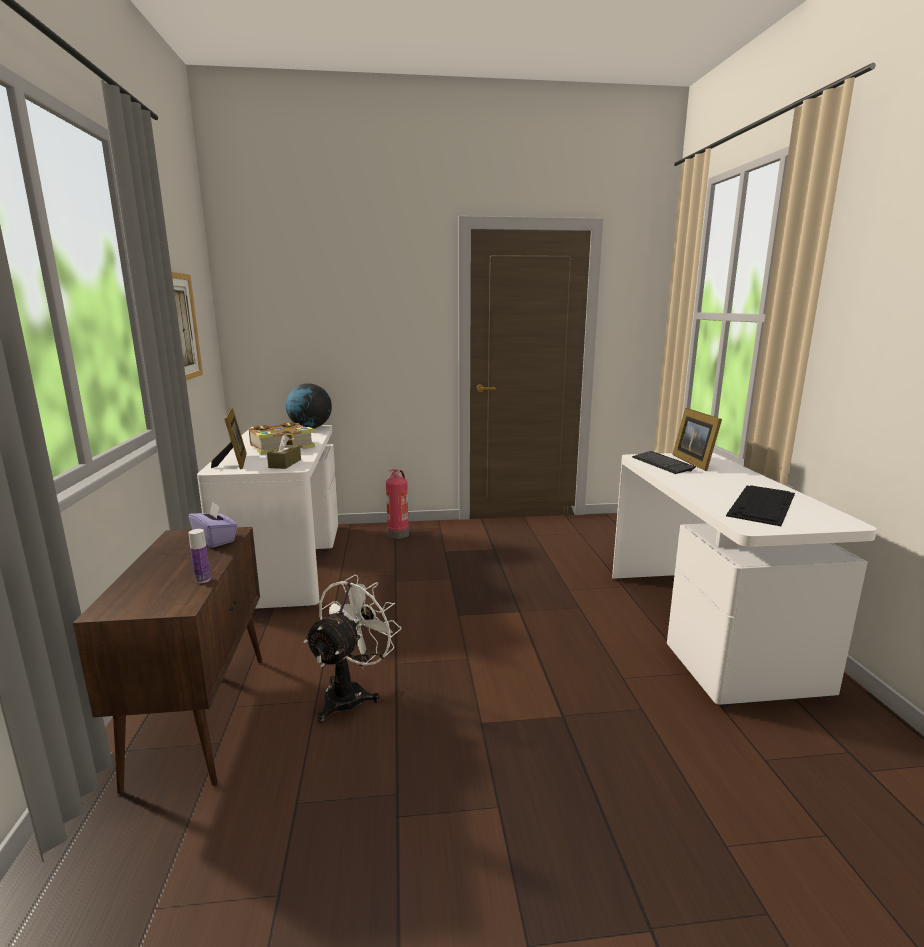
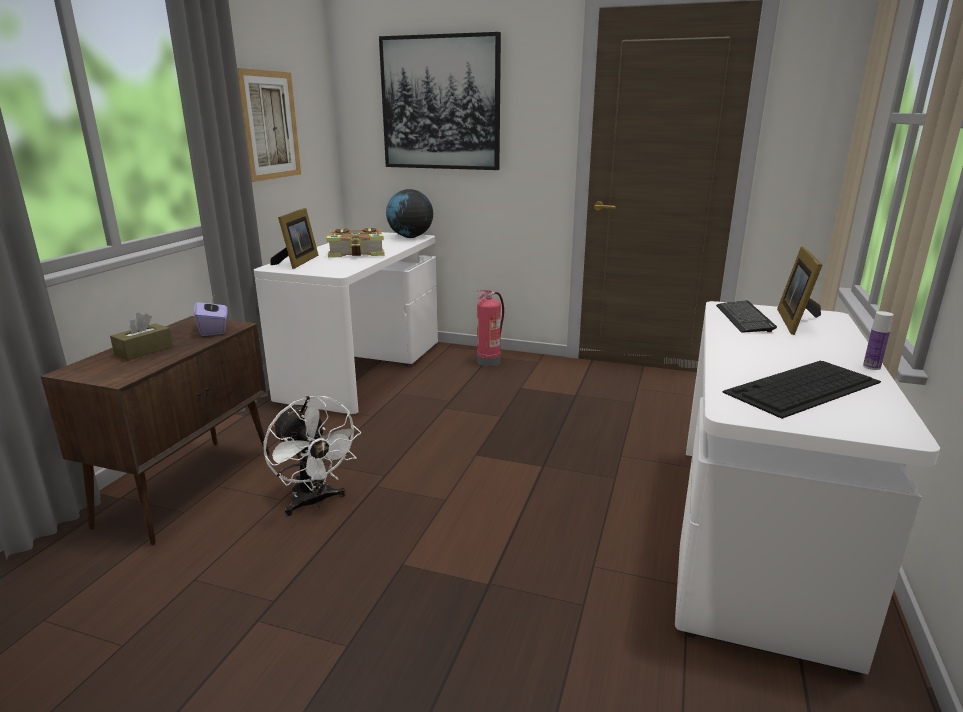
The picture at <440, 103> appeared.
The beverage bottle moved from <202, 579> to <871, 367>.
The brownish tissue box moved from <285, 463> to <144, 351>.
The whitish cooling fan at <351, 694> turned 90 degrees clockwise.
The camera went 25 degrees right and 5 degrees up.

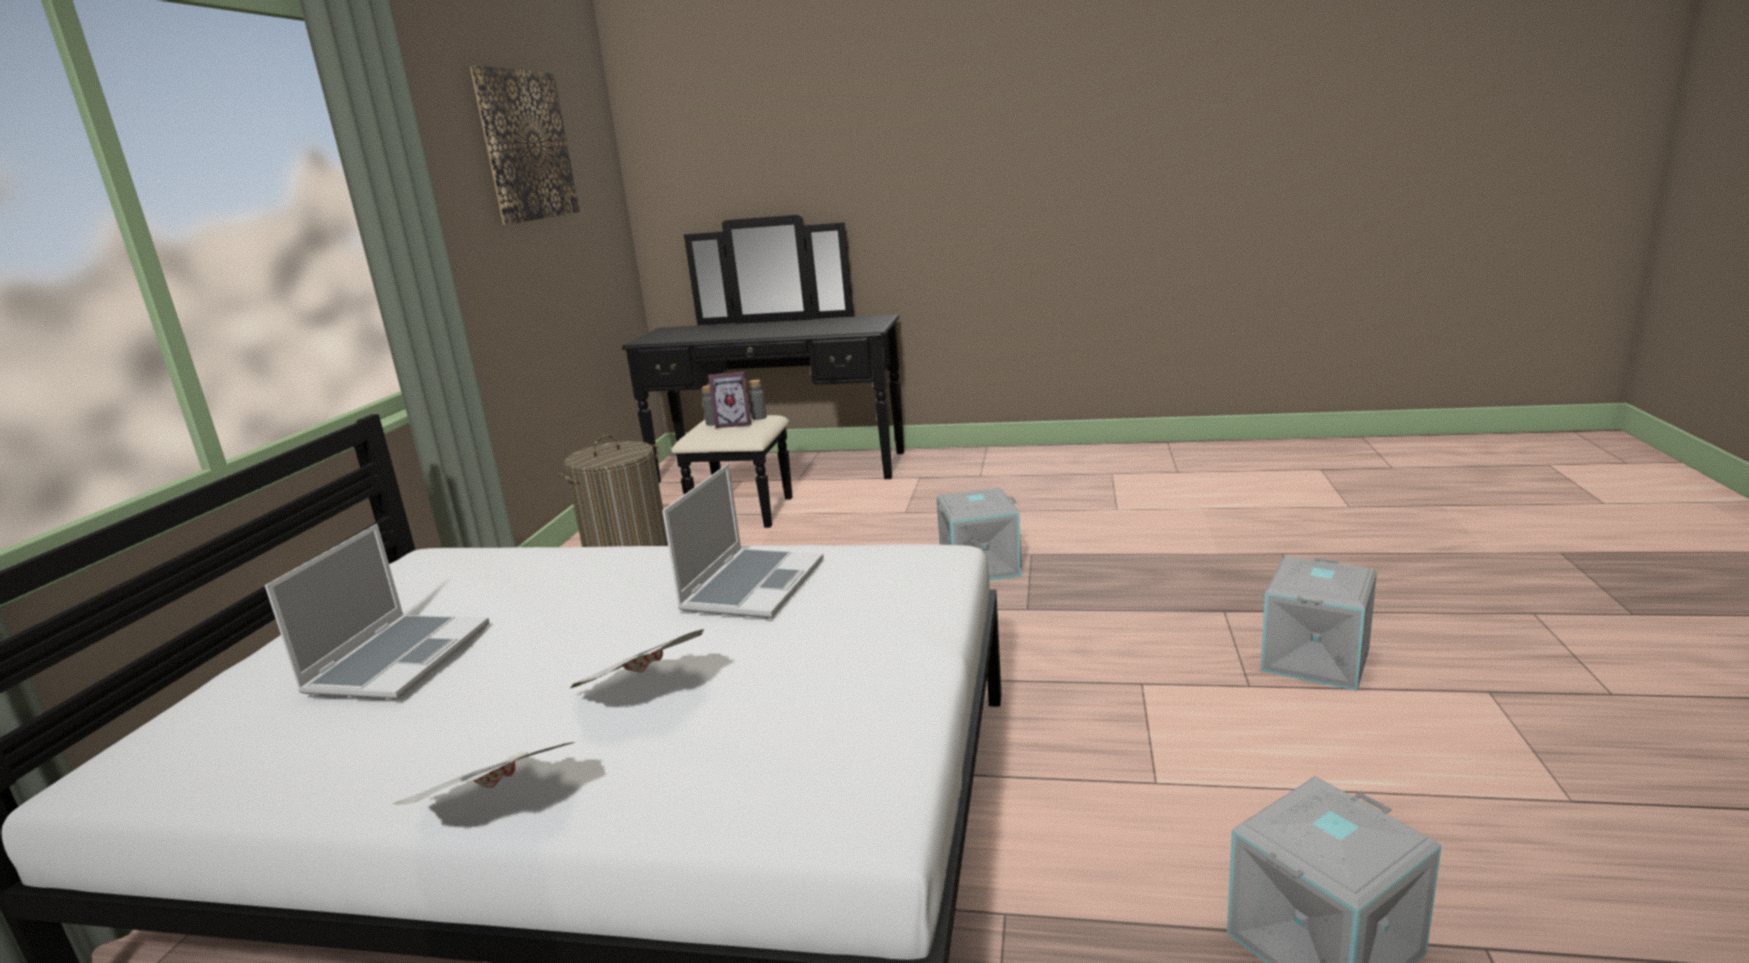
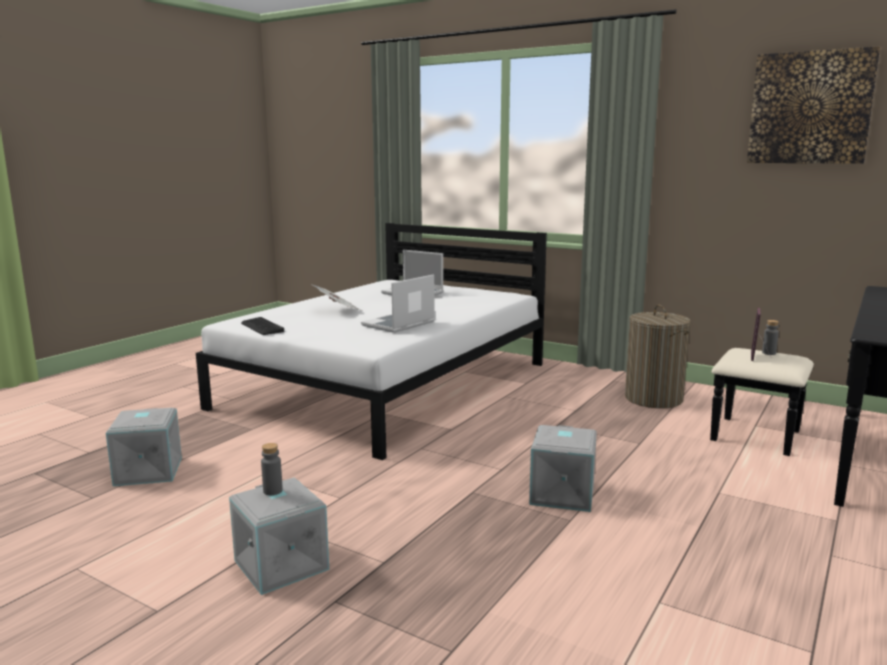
The daily paper at <499, 809> disappeared.
The PC keyboard at <262, 327> appeared.
The greyish beverage bottle moved from <759, 417> to <273, 491>.
The notebook computer at <752, 585> turned 90 degrees clockwise.
The camera went 110 degrees right and 5 degrees down.

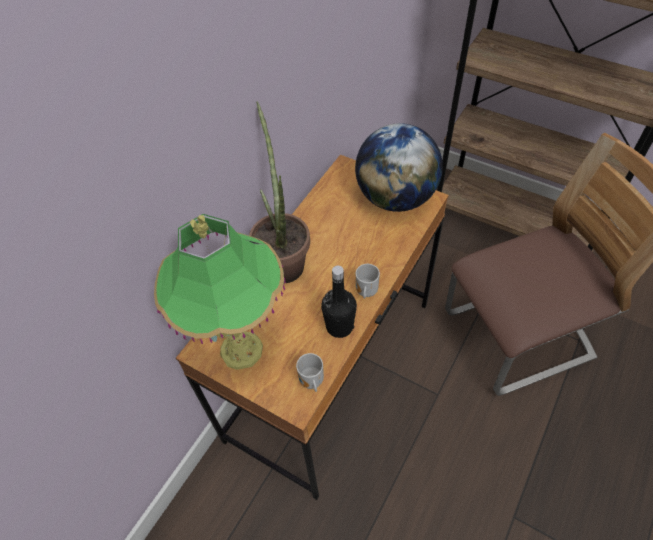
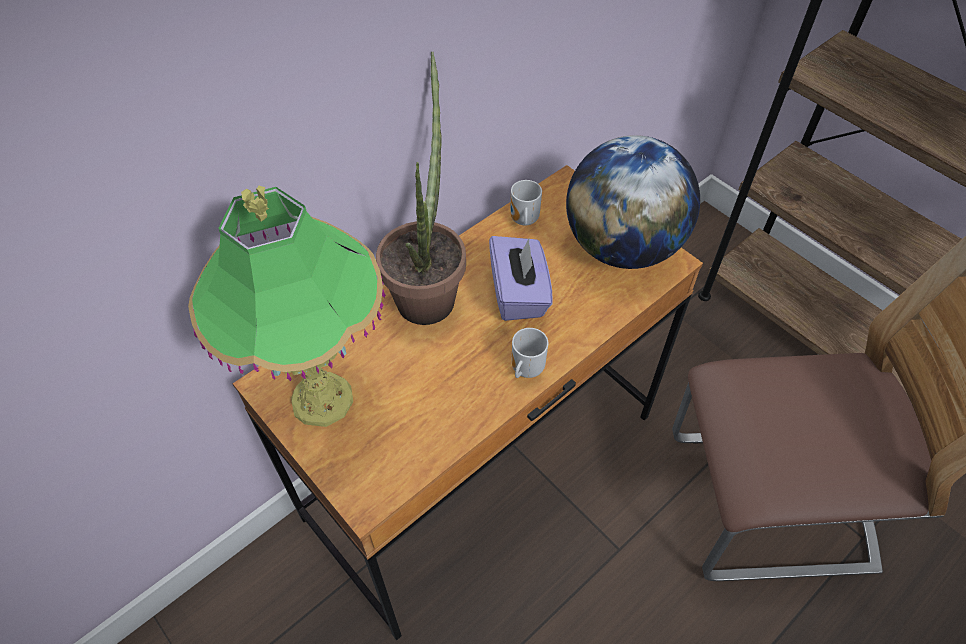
The black beverage bottle at <339, 326> disappeared.
The purple tissue box at <519, 294> appeared.
The tea mug moved from <311, 382> to <523, 221>.
The camera went 15 degrees right and 0 degrees up.

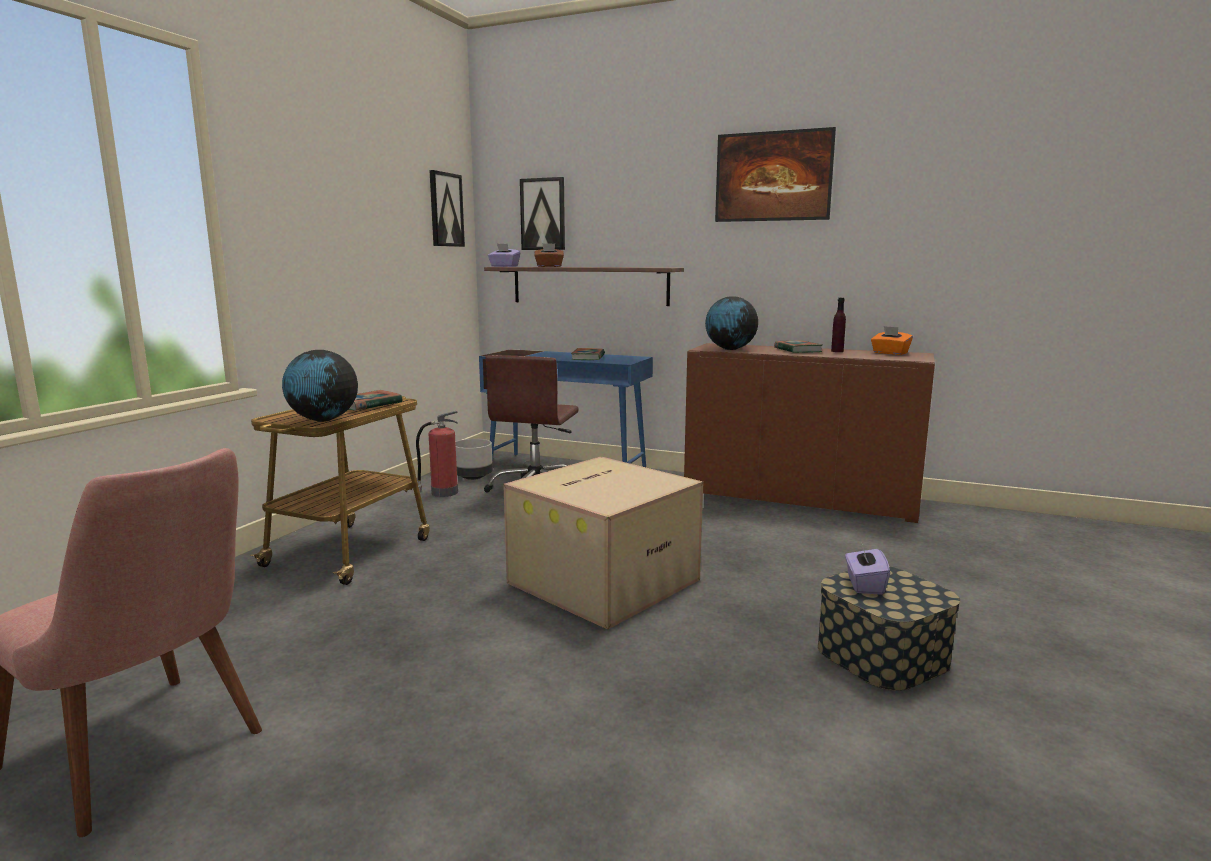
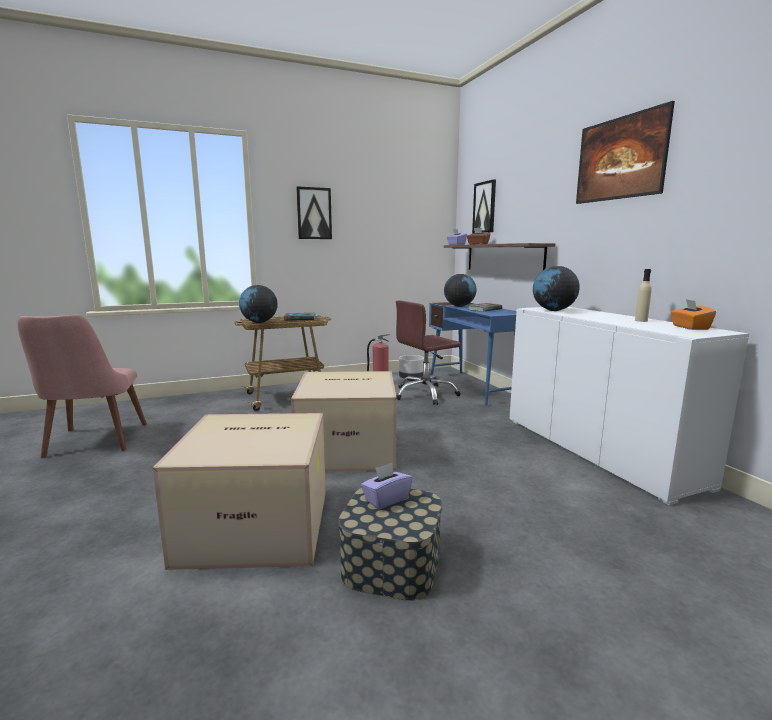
The book at <797, 350> disappeared.
The packing box at <259, 524> appeared.
The world globe at <459, 306> appeared.
The picture moved from <445, 210> to <314, 213>.
The brownish storage cabinet at <799, 497> became the whitish storage cabinet at <597, 450>.
The purple beverage bottle at <837, 351> became the beige-coloured beverage bottle at <641, 321>.
The camera went 45 degrees right and 0 degrees up.

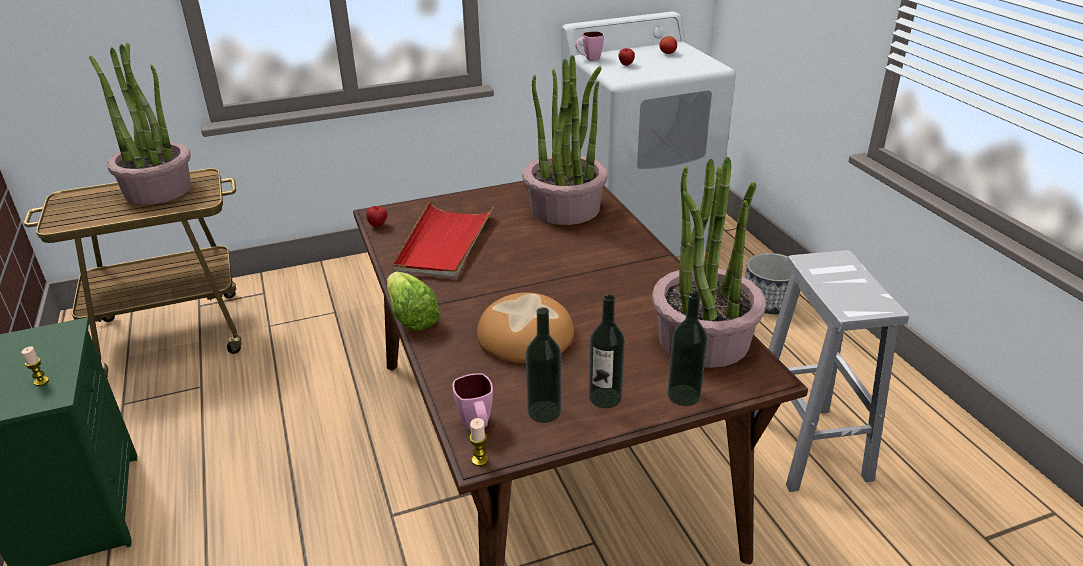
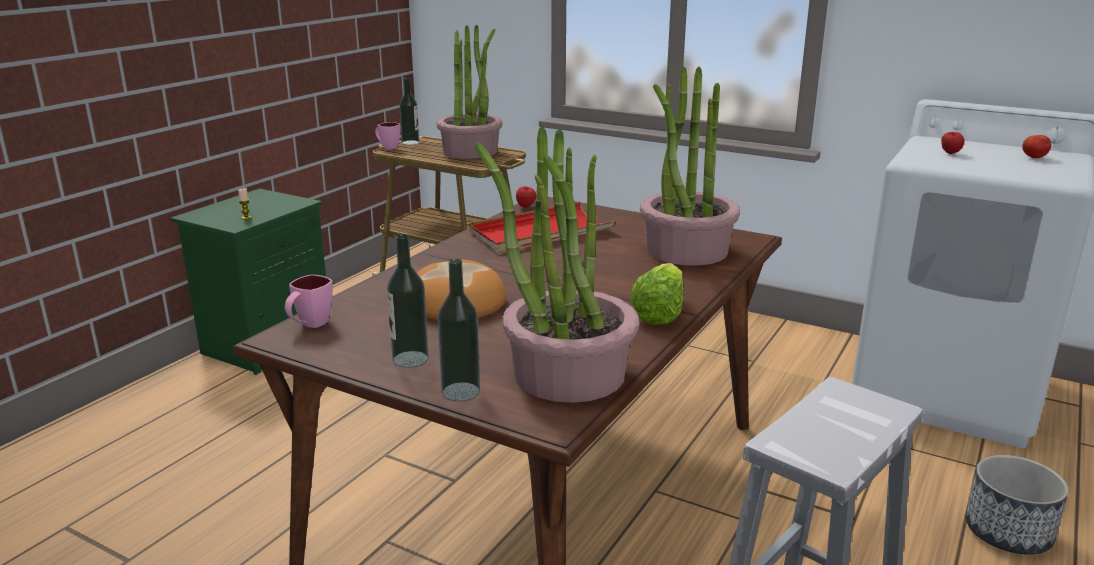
The candle at <479, 460> disappeared.
The lettuce moved from <411, 317> to <659, 313>.
The beverage bottle moved from <544, 411> to <410, 142>.
The pink-coloured tea mug moved from <589, 59> to <387, 147>.
The camera went 50 degrees right and 10 degrees down.

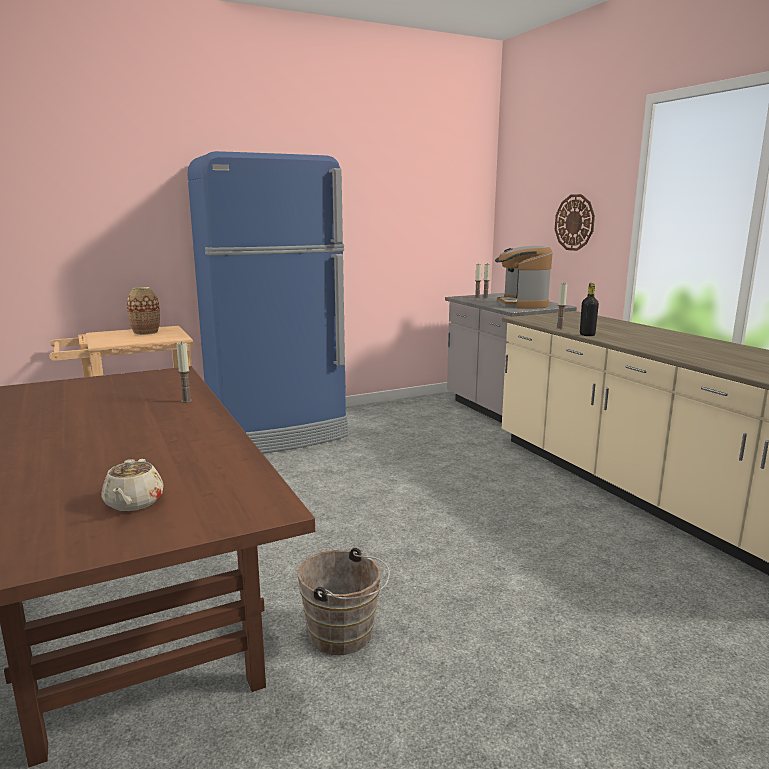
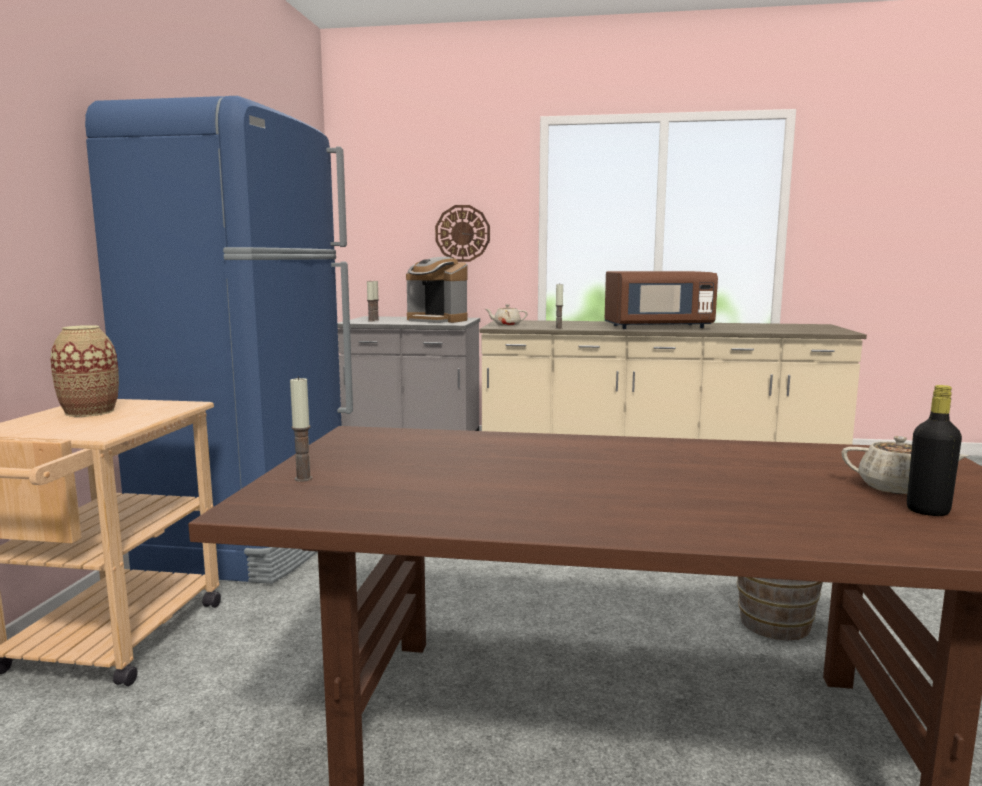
The beige-coloured tea pot at <506, 325> appeared.
The brownish kitchen microwave at <657, 327> appeared.
The candle moved from <186, 401> to <303, 478>.
The black beverage bottle moved from <587, 335> to <927, 511>.
The camera went 55 degrees left and 5 degrees down.

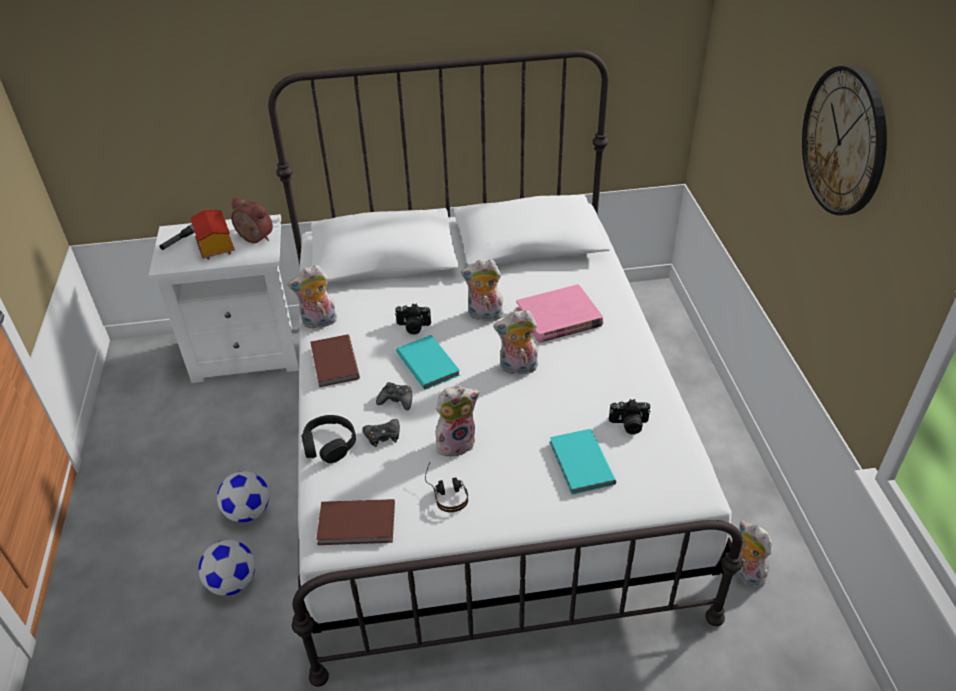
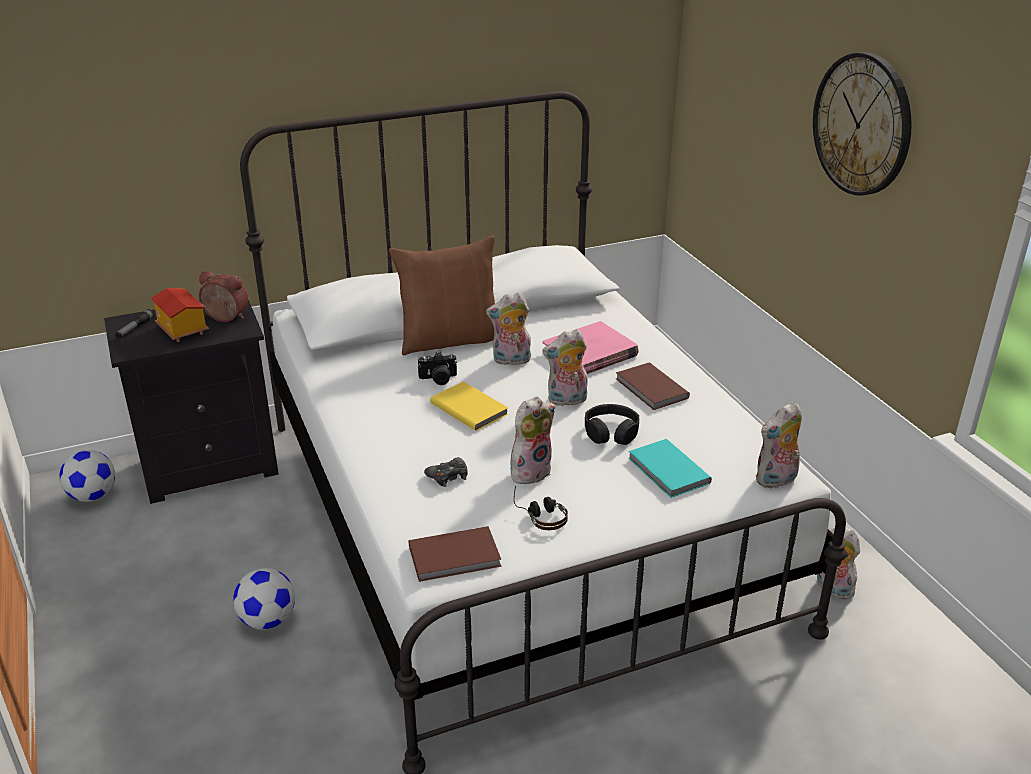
The black game controller at <396, 400> disappeared.
The photo camera at <629, 425> disappeared.
The brownish throw pillow at <450, 339> appeared.
The football ball moved from <232, 582> to <93, 495>.
The plush toy moved from <319, 323> to <776, 480>.
The black headset moved from <329, 445> to <611, 432>.
The brownish book moved from <333, 363> to <650, 389>.
The whitish nightstand at <248, 352> became the black nightstand at <210, 465>.
The turquoise-coloured book at <429, 363> became the yellowish book at <469, 408>.
The camera went 15 degrees left and 10 degrees down.

